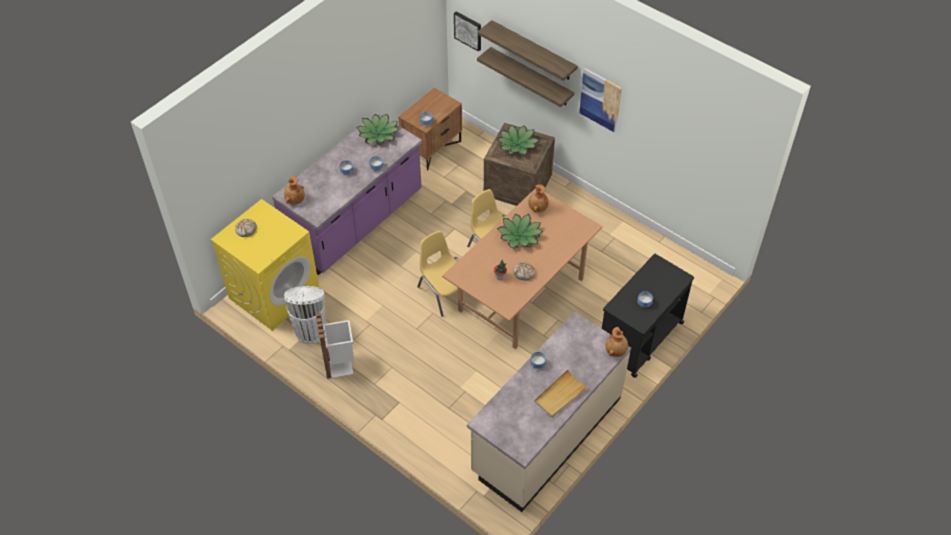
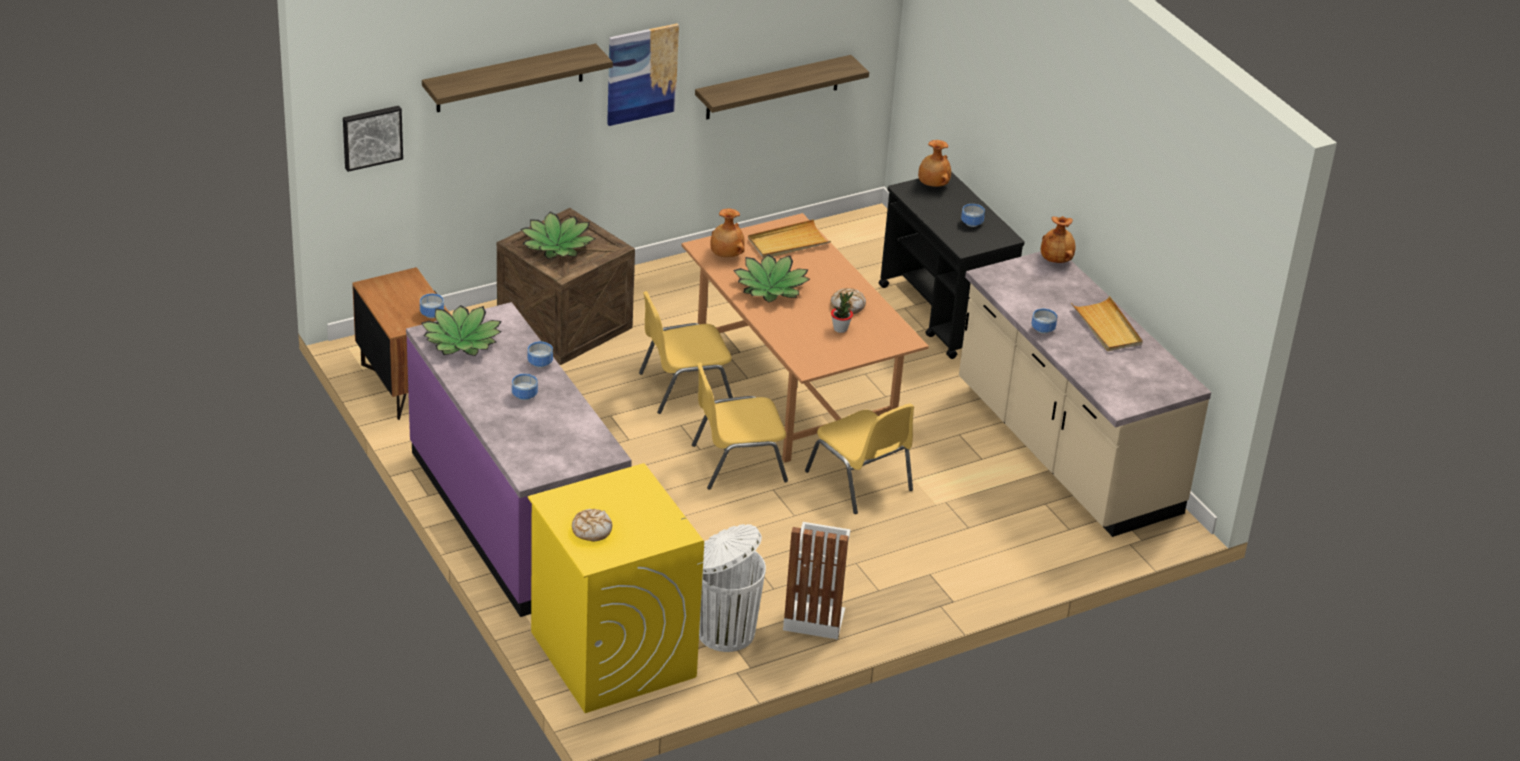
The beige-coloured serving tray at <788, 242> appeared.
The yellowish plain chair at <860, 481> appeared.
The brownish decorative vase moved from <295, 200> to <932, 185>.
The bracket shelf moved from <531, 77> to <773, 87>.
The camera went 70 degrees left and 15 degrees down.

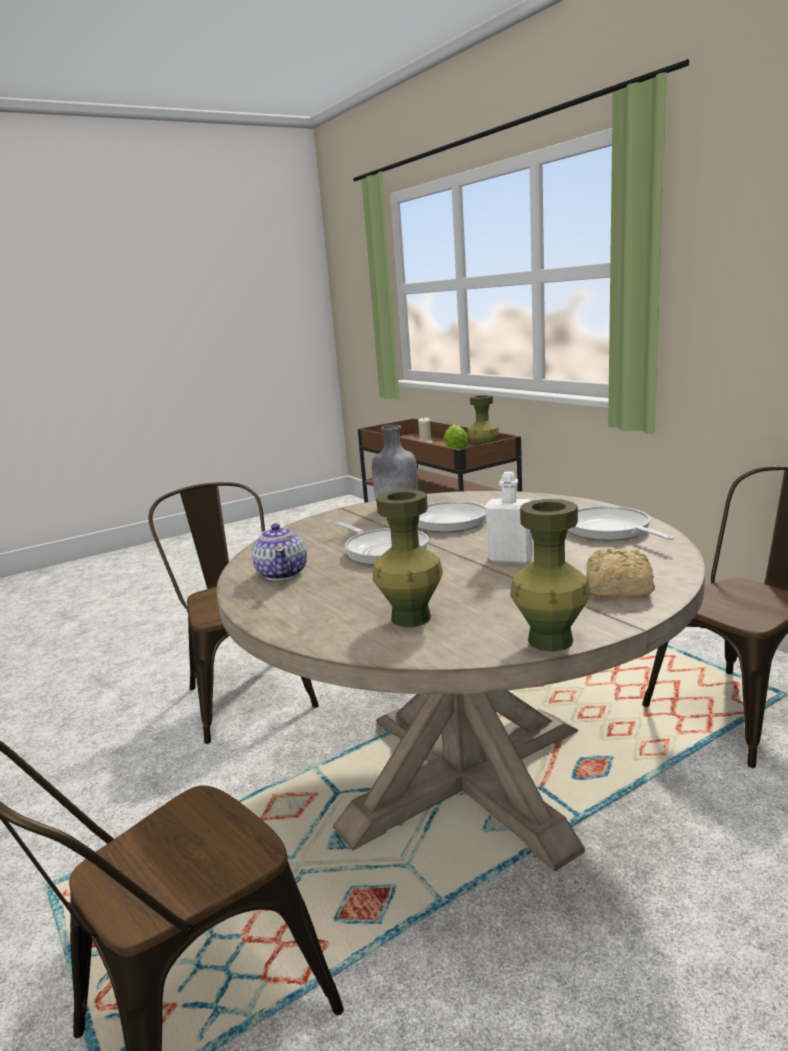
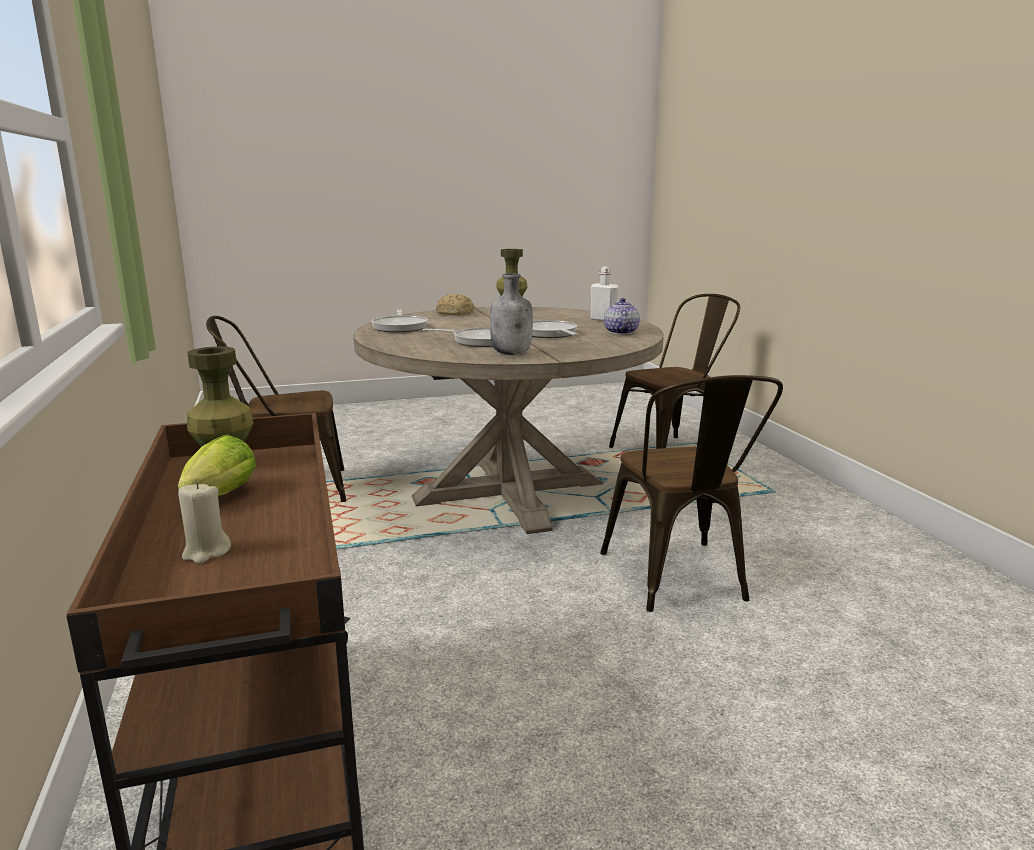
The green-coloured decorative vase at <410, 618> disappeared.
The whitish beverage bottle moved from <510, 559> to <603, 320>.
The camera went 165 degrees left and 0 degrees up.

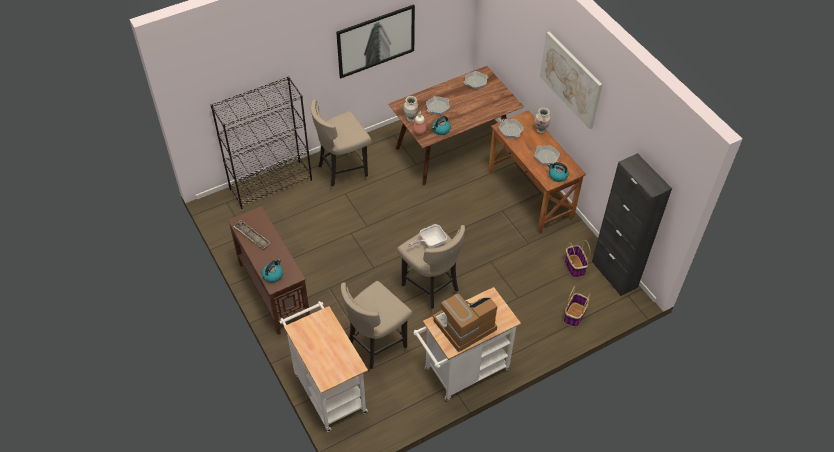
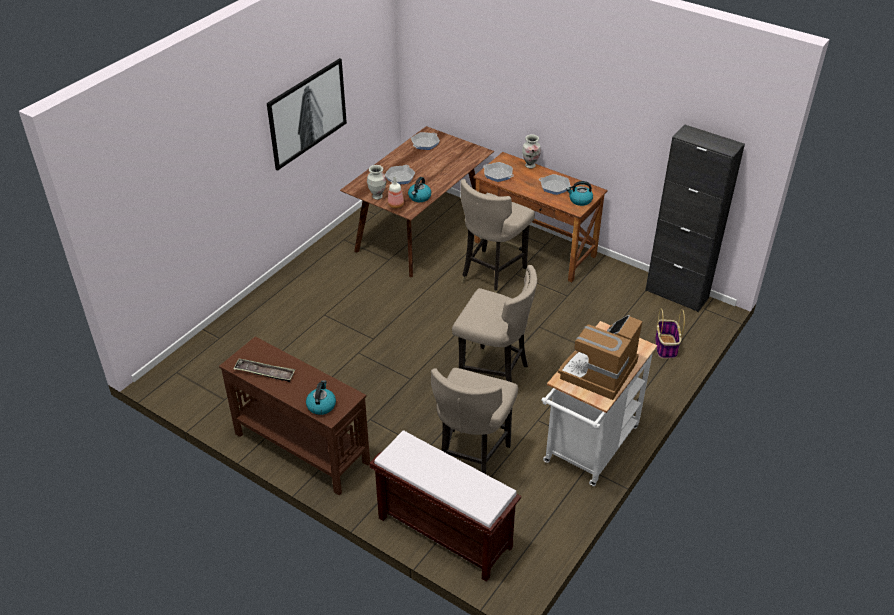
The black shelving unit at <271, 184> disappeared.
The pan at <430, 243> disappeared.
The picture at <571, 79> disappeared.
The household basket at <574, 266> disappeared.
The beige-coloured stool moved from <343, 173> to <492, 276>.
The whitish trolley at <327, 389> was replaced by the brownish indoor bench at <443, 532>.
The camera went 25 degrees left and 10 degrees down.

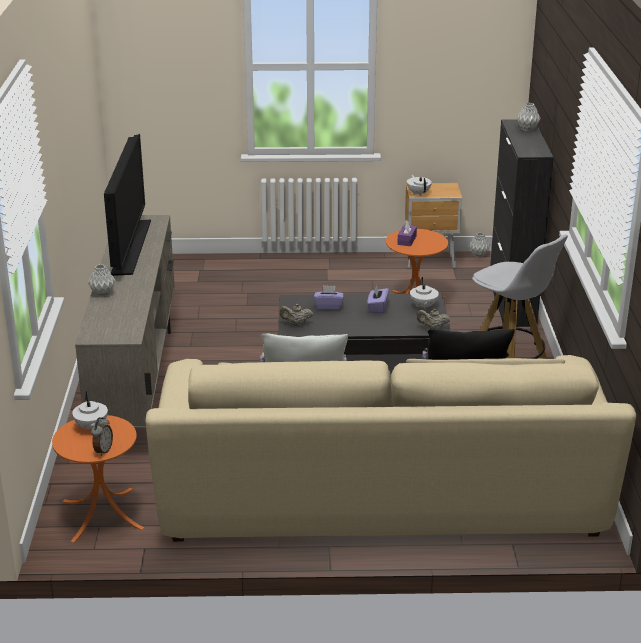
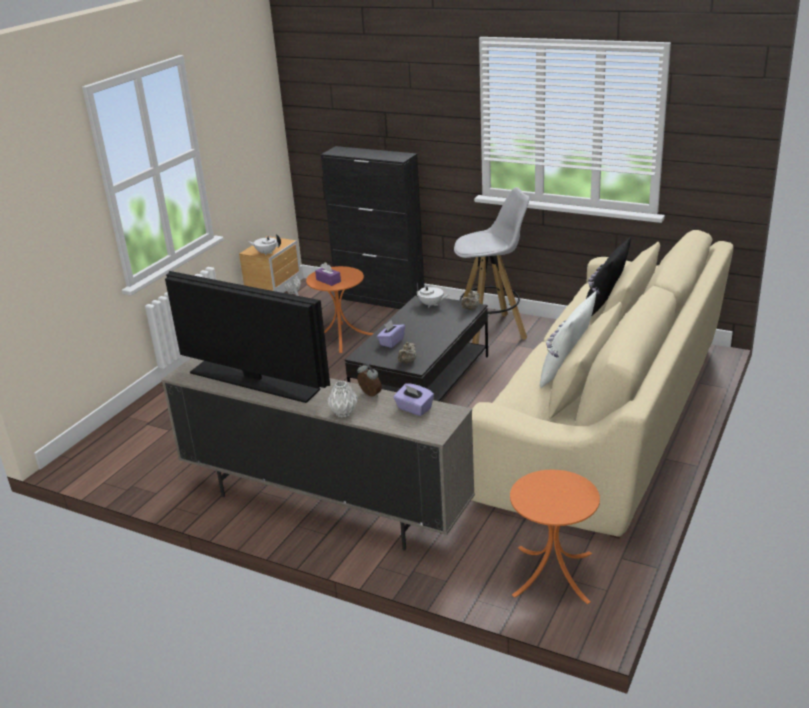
The whitish tea pot at <91, 427> disappeared.
The greyish decorative vase at <527, 129> disappeared.
The bedside clock moved from <103, 450> to <369, 395>.
The purple tissue box moved from <377, 308> to <414, 409>.
The camera went 60 degrees left and 0 degrees up.

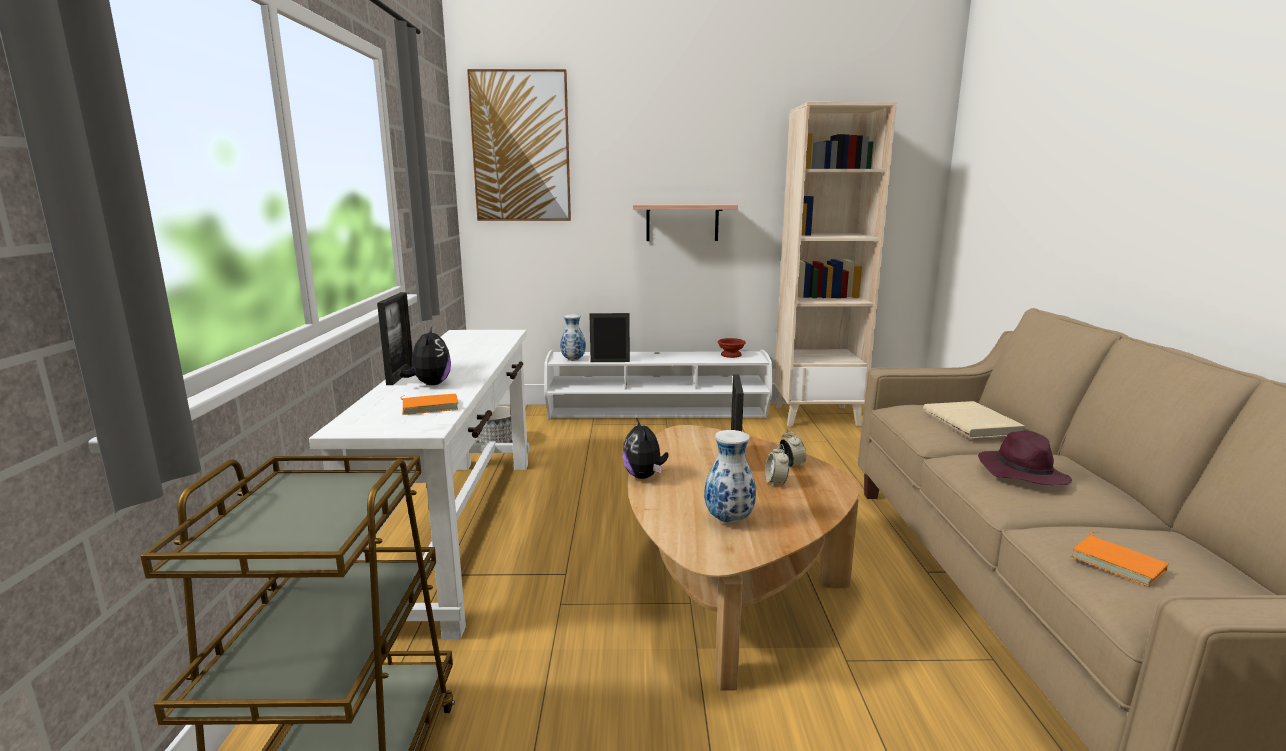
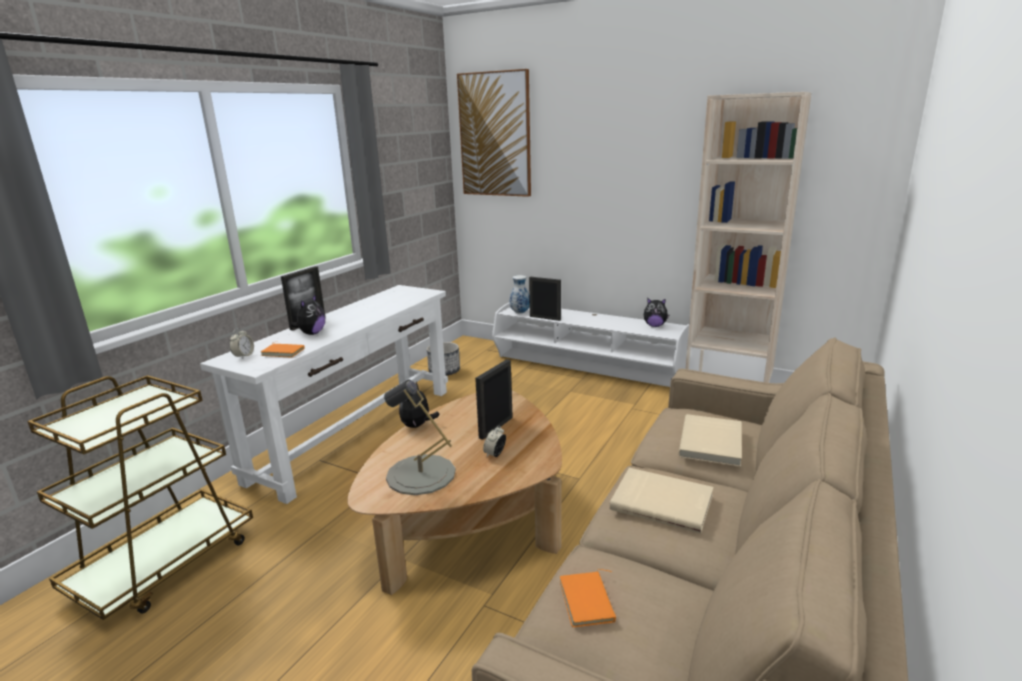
The bracket shelf at <682, 222> disappeared.
The bedside clock moved from <791, 465> to <244, 356>.
The decorative vase at <730, 520> was replaced by the greyish tabletop lamp at <420, 474>.
The brownish bowl at <731, 355> was replaced by the plush toy at <655, 325>.
The purple clothing hat at <1021, 473> was replaced by the beige-coloured book at <662, 502>.
The camera went 30 degrees right and 5 degrees up.

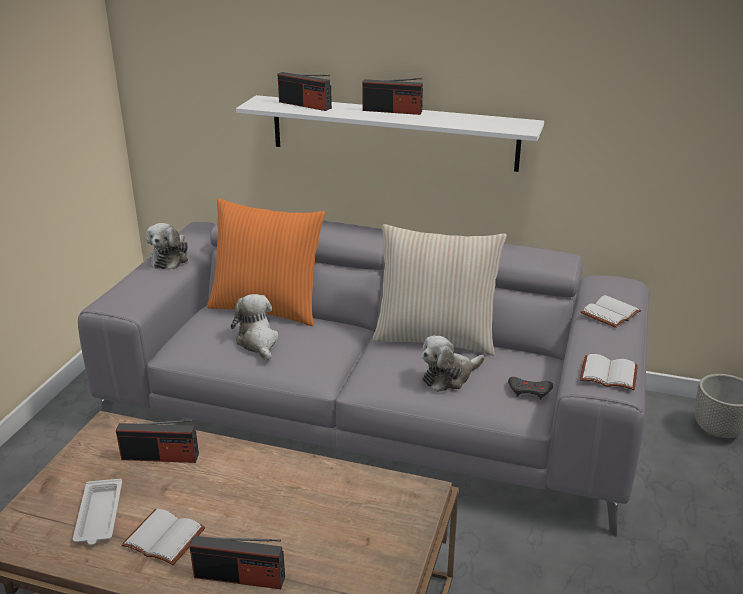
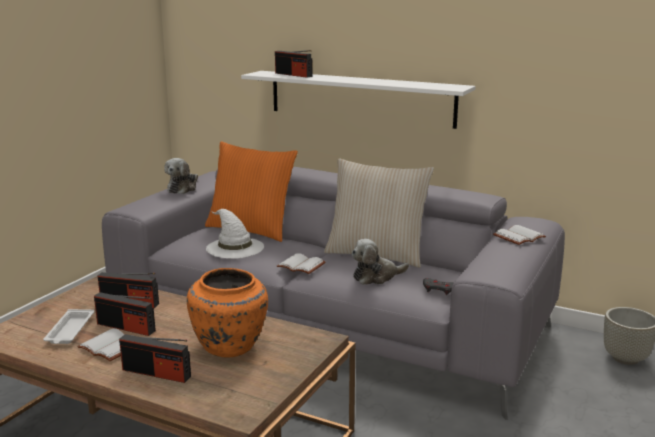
The orange-coloured decorative vase at <229, 347> appeared.
The radio moved from <392, 111> to <126, 327>.
The whitish book moved from <609, 373> to <302, 265>.
The plush toy at <258, 342> was replaced by the whitish clothing hat at <234, 247>.
The camera went 10 degrees right and 10 degrees down.

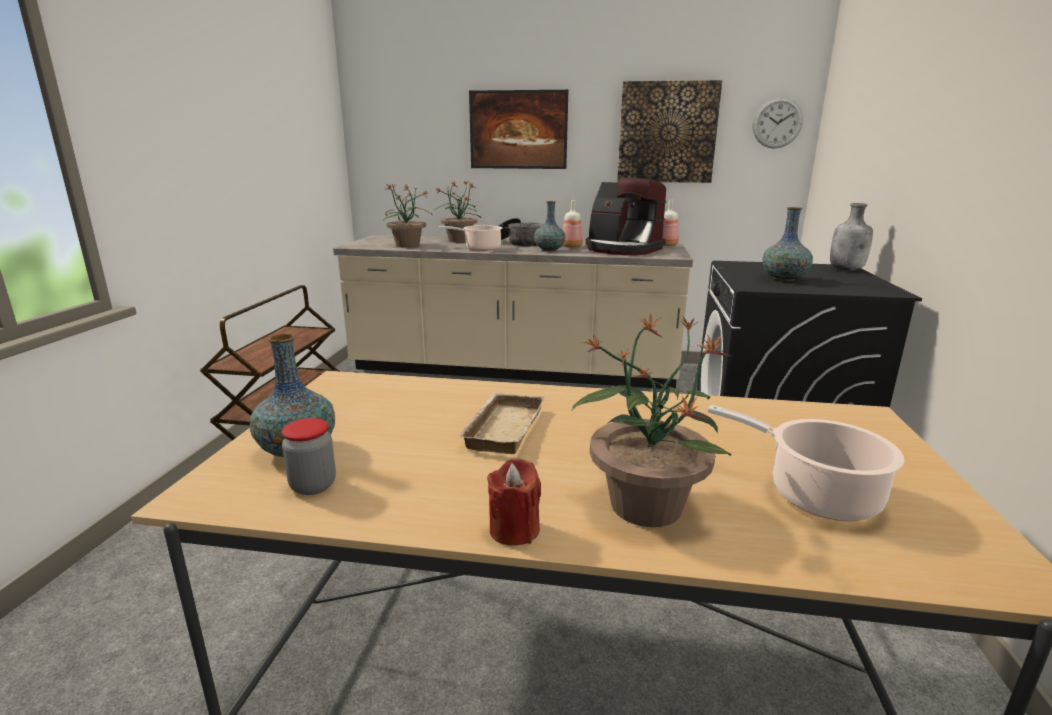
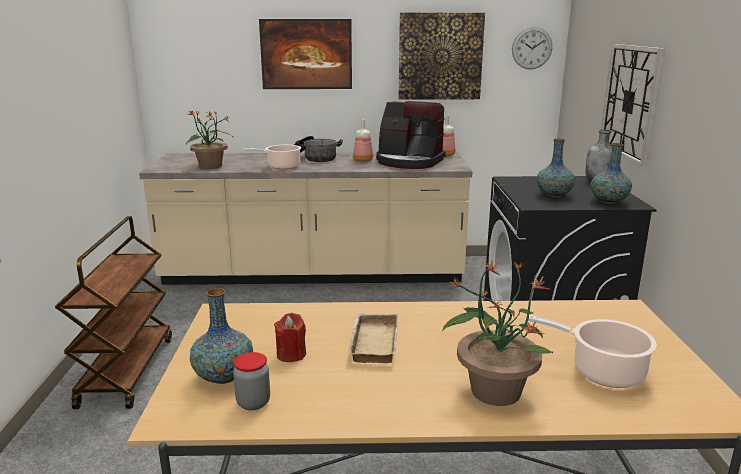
The potted plant at <459, 240> disappeared.
The wall clock at <630, 101> appeared.
The red-coloured candle moved from <514, 530> to <291, 354>.
The decorative vase moved from <549, 250> to <608, 201>.
The camera went 10 degrees left and 0 degrees up.

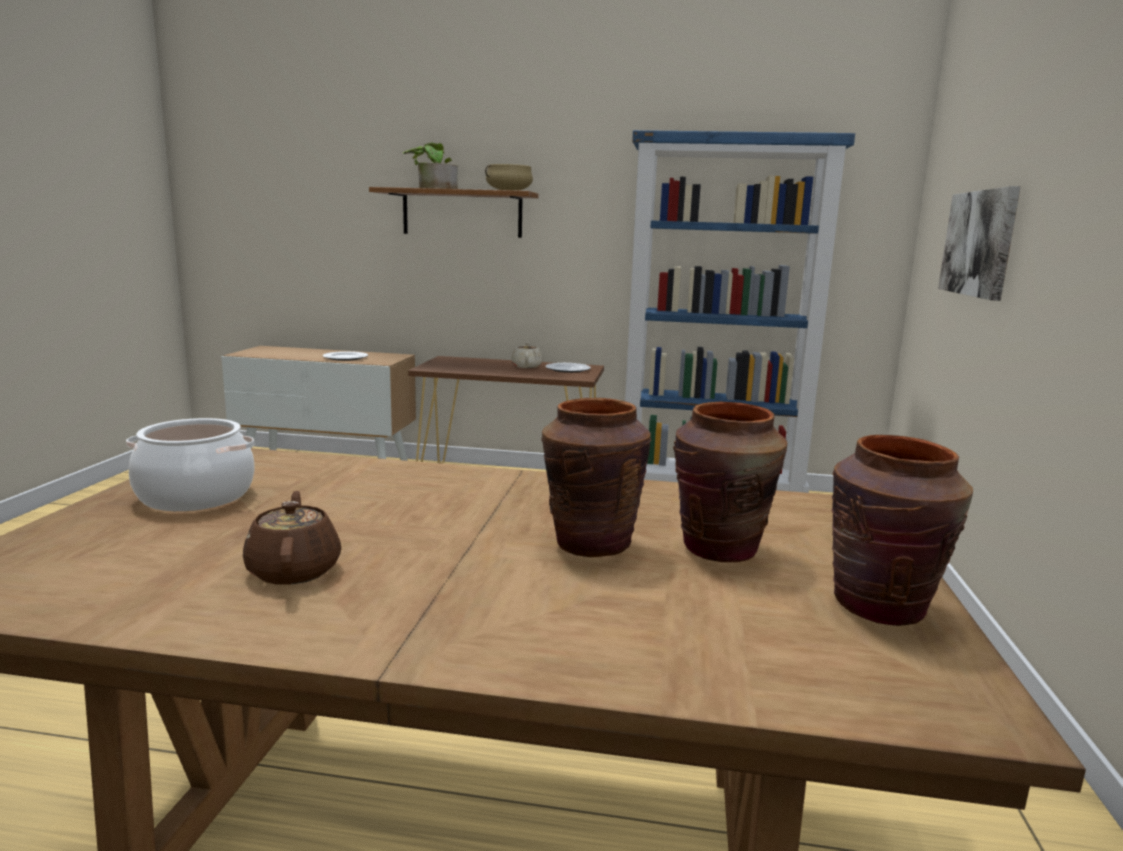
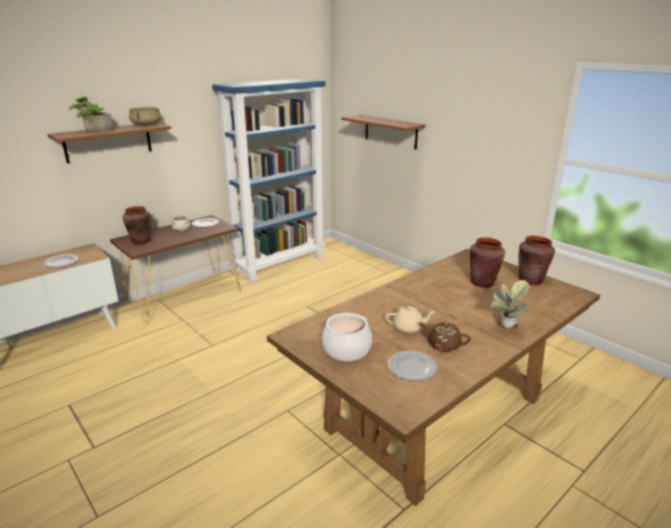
The beige-coloured tea pot at <408, 328> appeared.
The dinner plate at <413, 368> appeared.
The potted plant at <504, 329> appeared.
The brownish decorative vase moved from <591, 544> to <141, 241>.
The picture at <979, 243> was replaced by the bracket shelf at <390, 131>.
The camera went 50 degrees left and 10 degrees up.

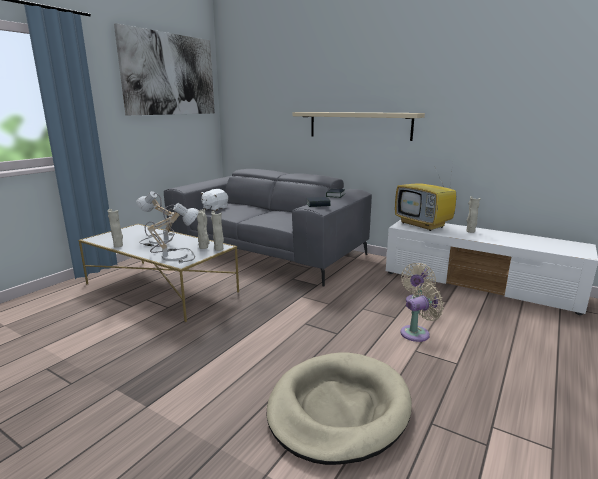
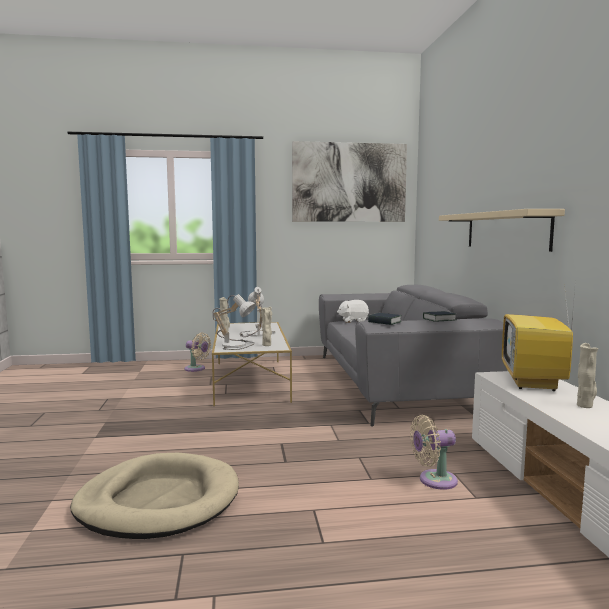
The beige-coloured decorative vase at <219, 249> disappeared.
The beige-coloured cooling fan moved from <417, 333> to <196, 369>.
The camera went 50 degrees right and 10 degrees down.

